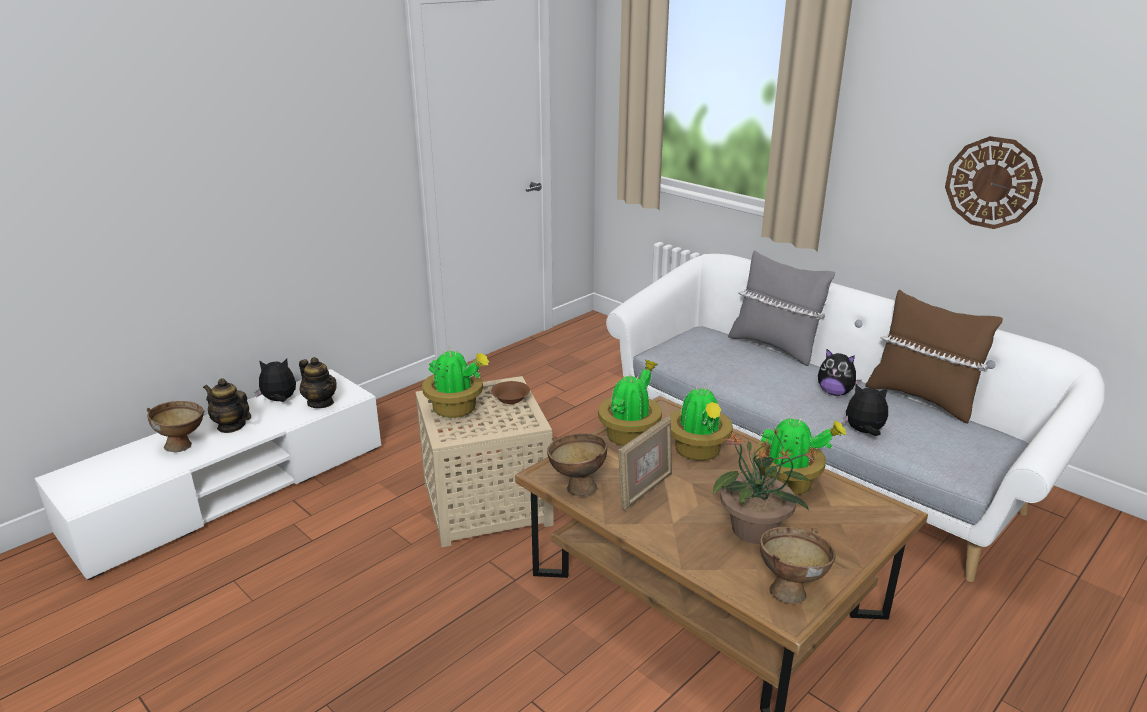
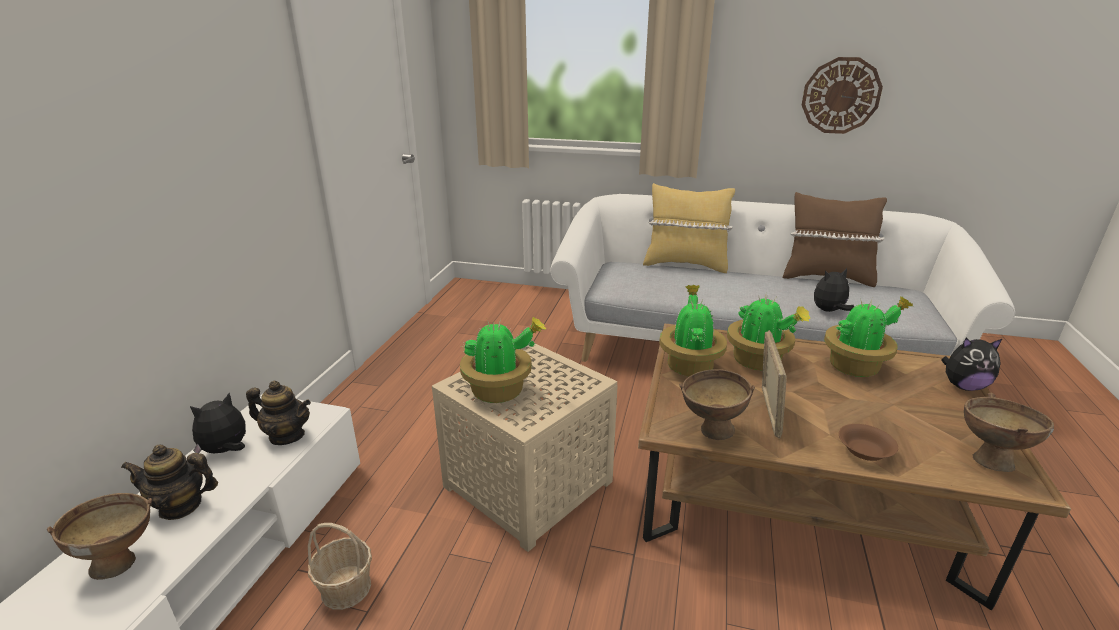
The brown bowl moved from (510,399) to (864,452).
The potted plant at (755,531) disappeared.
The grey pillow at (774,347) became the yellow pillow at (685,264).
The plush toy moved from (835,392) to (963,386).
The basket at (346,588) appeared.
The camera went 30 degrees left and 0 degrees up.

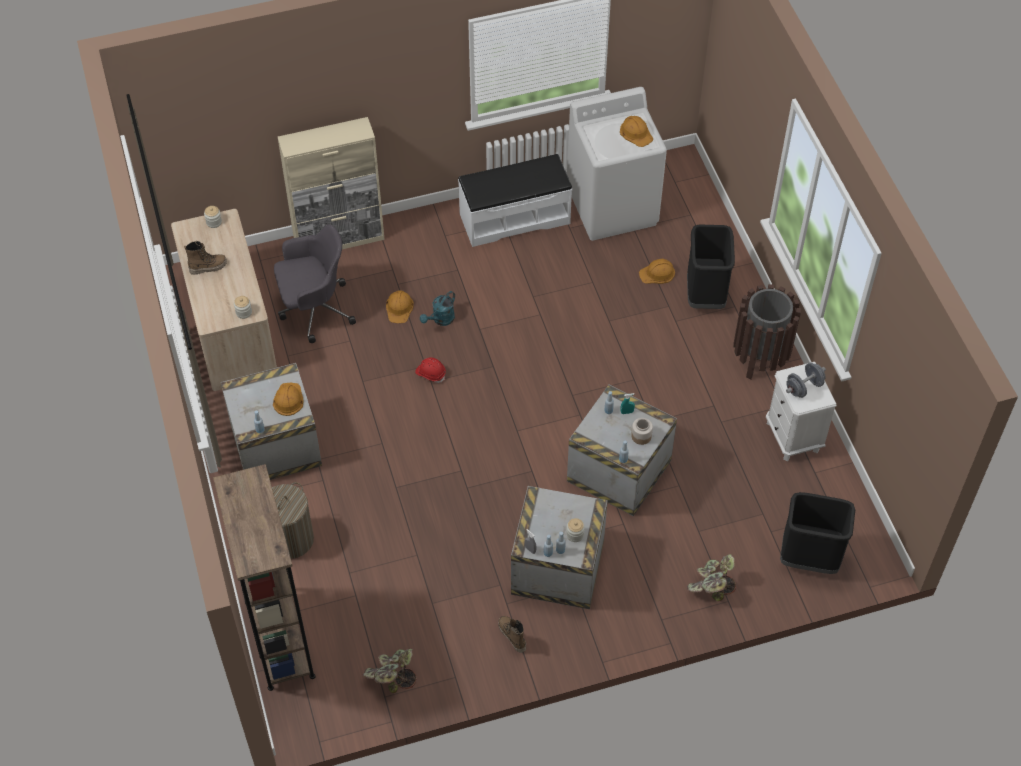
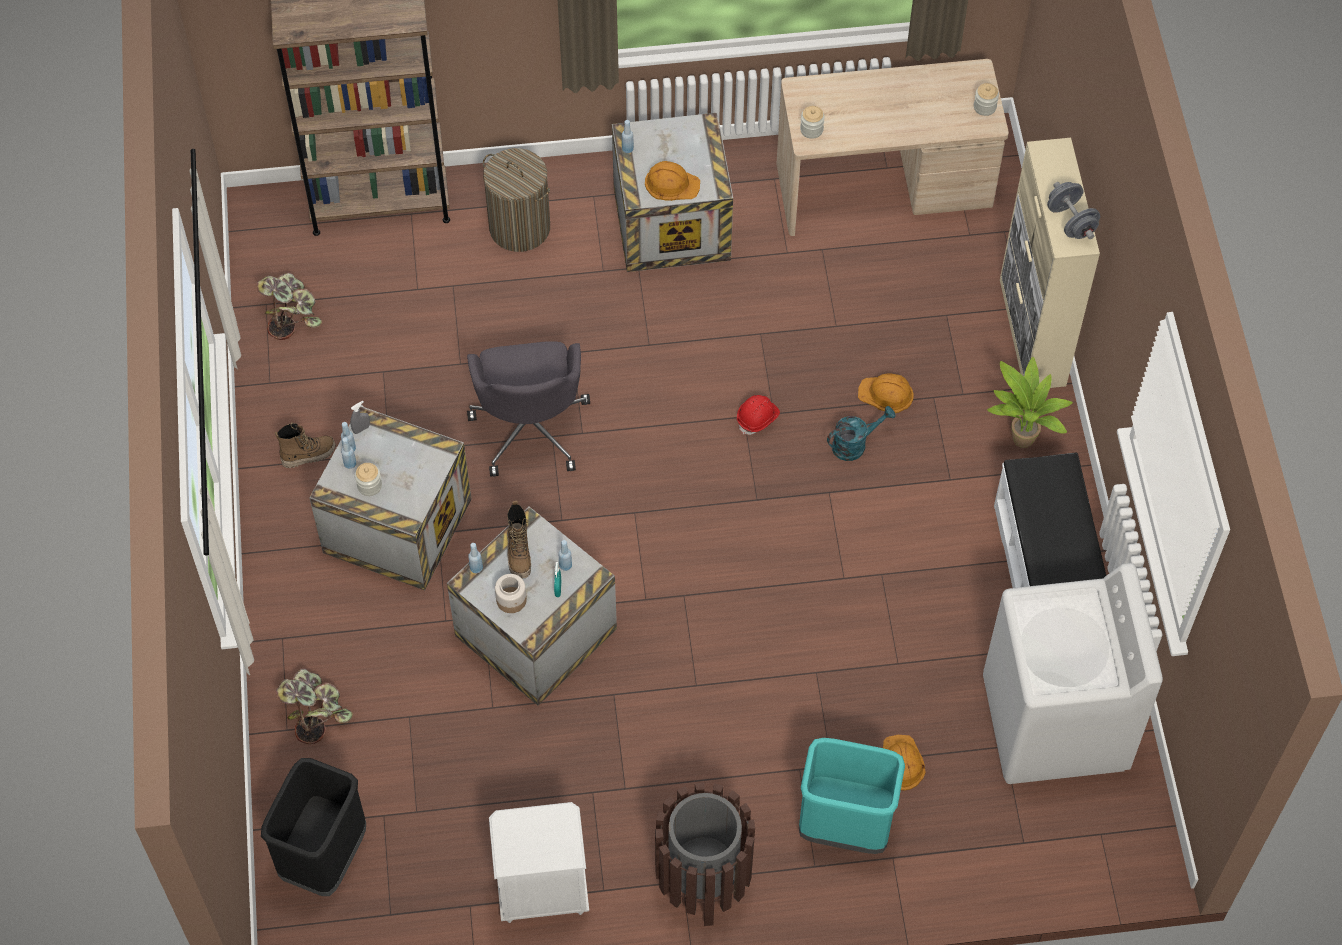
The boot moved from (208,267) to (519,554).
The grey office chair moved from (314,309) to (530,427).
The turquoise watering can at (441,320) turned 105 degrees clockwise.
The orange hard hat at (636,133) disappeared.
The black trash can at (705,295) became the turquoise trash can at (845,825).
The grey dumbbell moved from (804,387) to (1071,221).
The potted plant at (1020,442) appeared.
The camera went 100 degrees right and 5 degrees up.

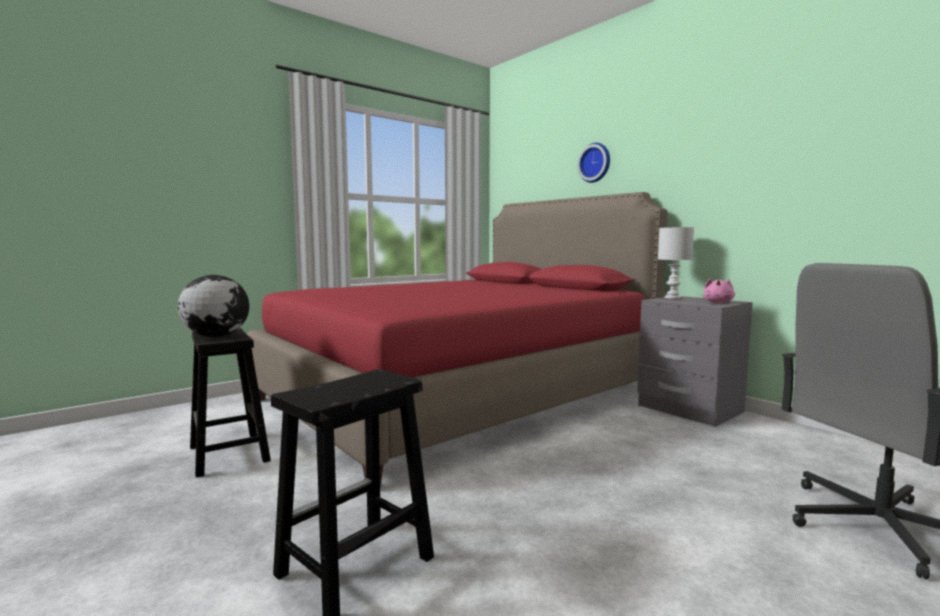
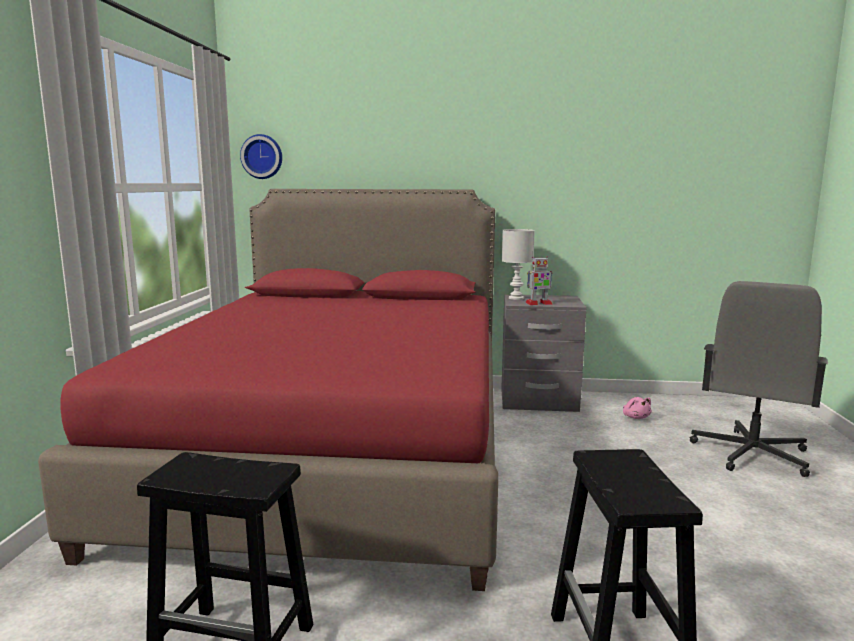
The globe at (216,336) disappeared.
The wall clock moved from (595,163) to (262,157).
The pink plush toy moved from (718,302) to (635,417).
The toy robot at (538,303) appeared.
The camera went 45 degrees left and 5 degrees up.

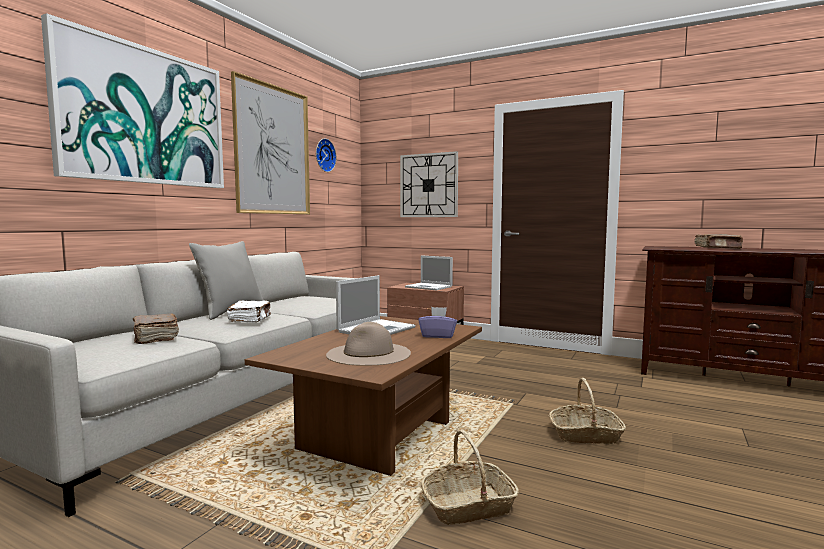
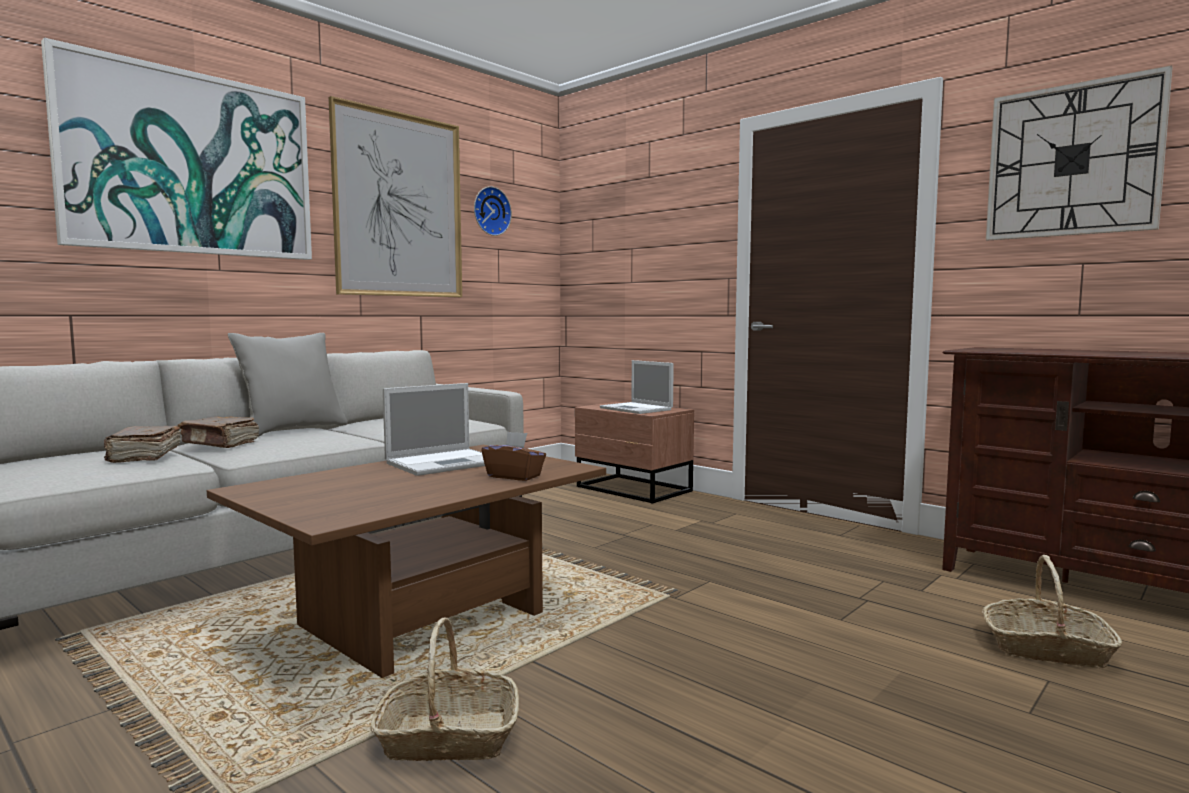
The white book at (250,319) disappeared.
The beige hat at (368,354) disappeared.
The wall clock moved from (428,185) to (1072,160).
The purple tissue box at (438,335) became the brown tissue box at (514,476).
The basket moved from (585,435) to (1046,649).
The brown book moved from (718,248) to (220,443).
The camera went 15 degrees right and 0 degrees up.

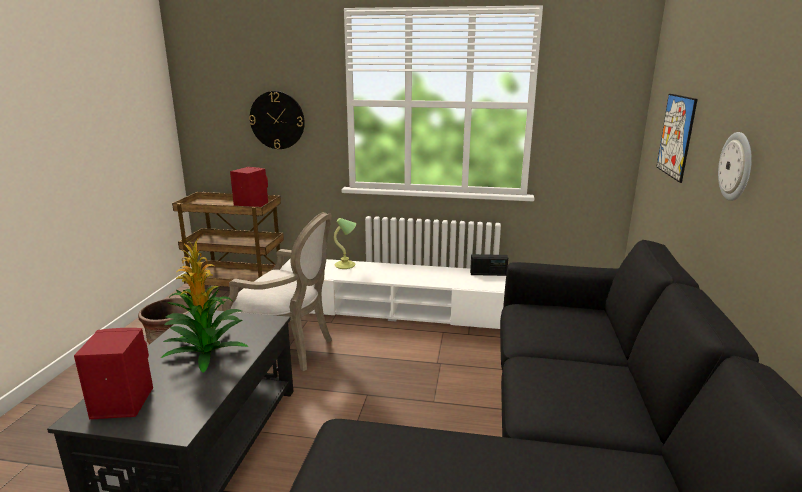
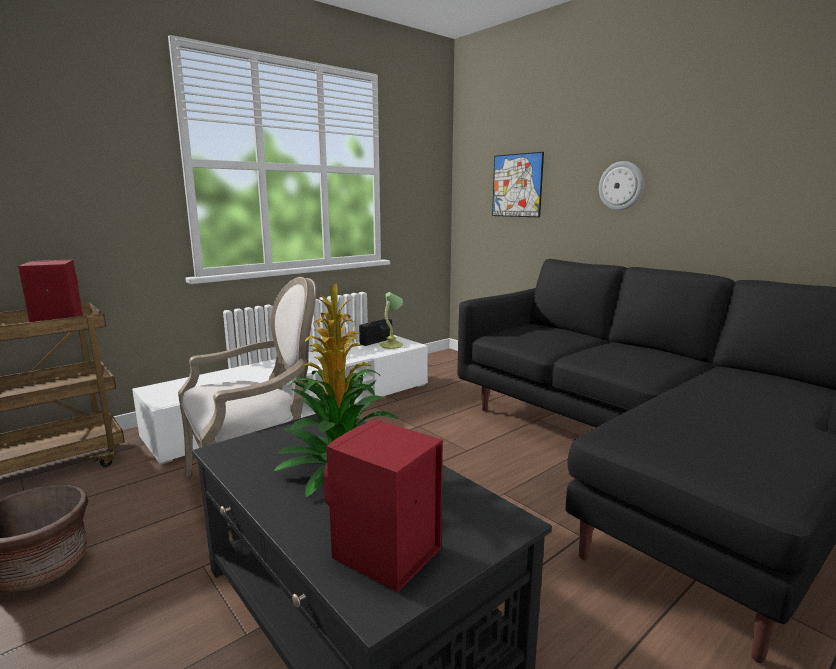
The wall clock at (277,120) disappeared.
The table lamp moved from (346,265) to (392,345).
The camera went 50 degrees left and 5 degrees down.

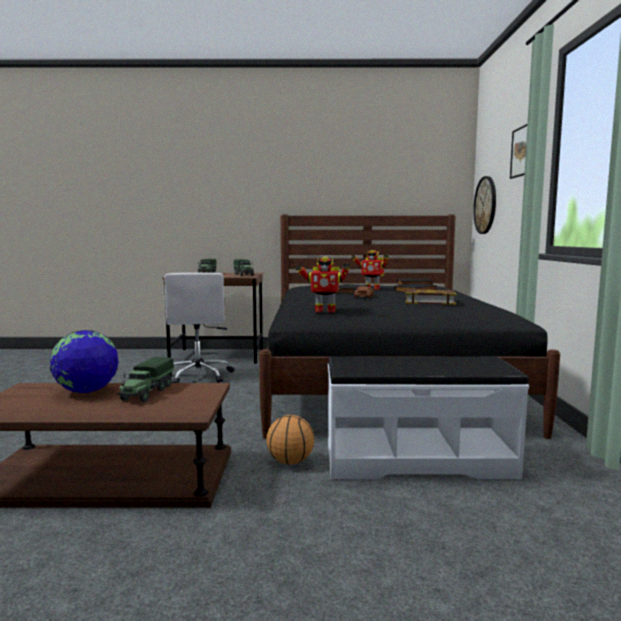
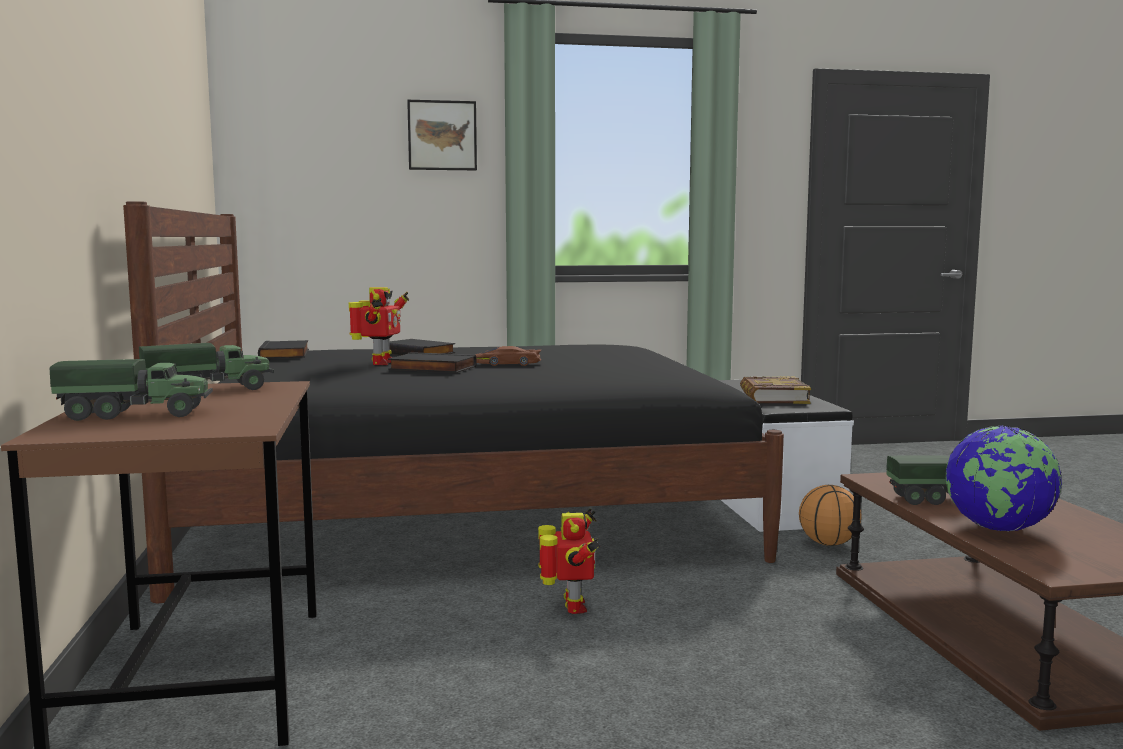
The white office chair at (198,376) disappeared.
The toy robot moved from (324,311) to (572,607).
The book moved from (429,301) to (773,397).
The wall clock at (485,205) disappeared.
The camera went 100 degrees left and 0 degrees up.

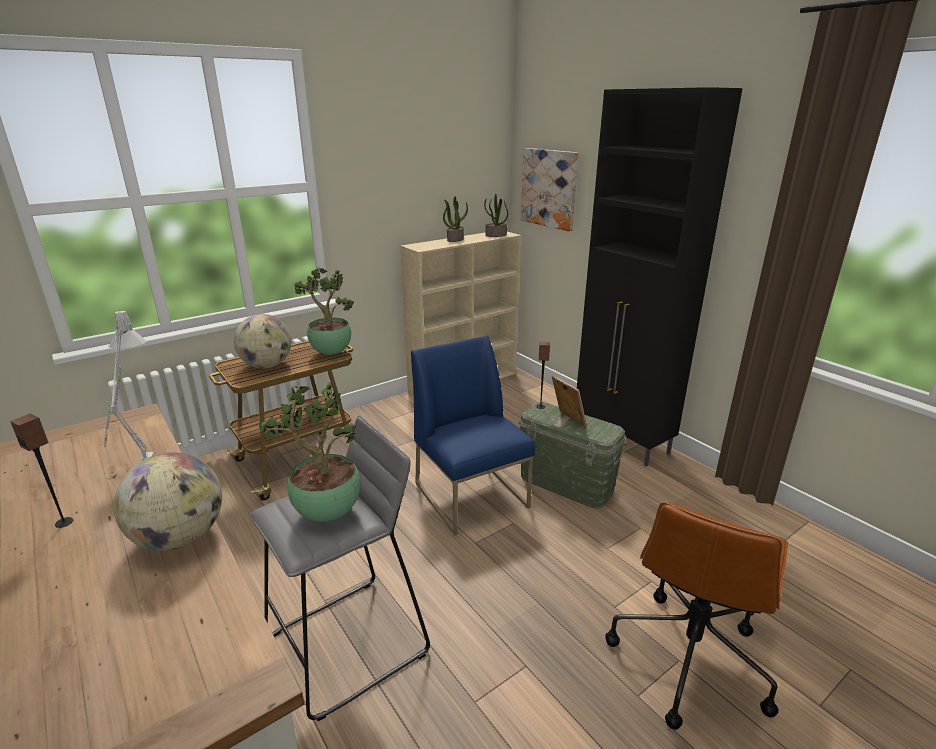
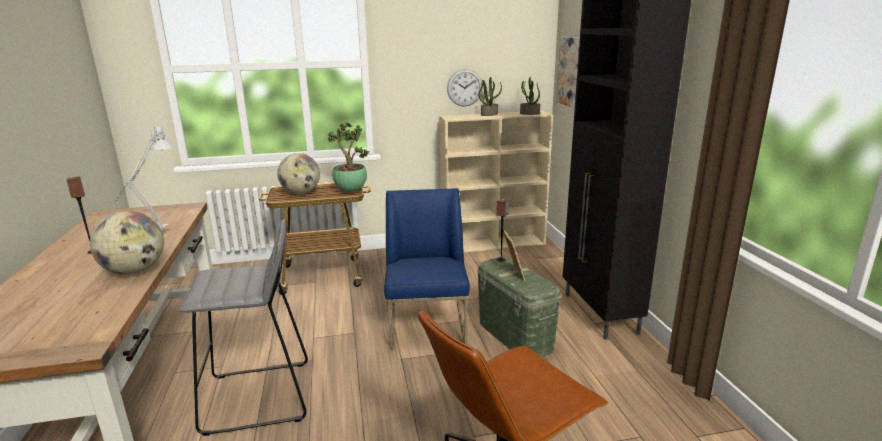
The potted plant at (326,514) disappeared.
The wall clock at (464,87) appeared.
The camera went 25 degrees right and 5 degrees down.

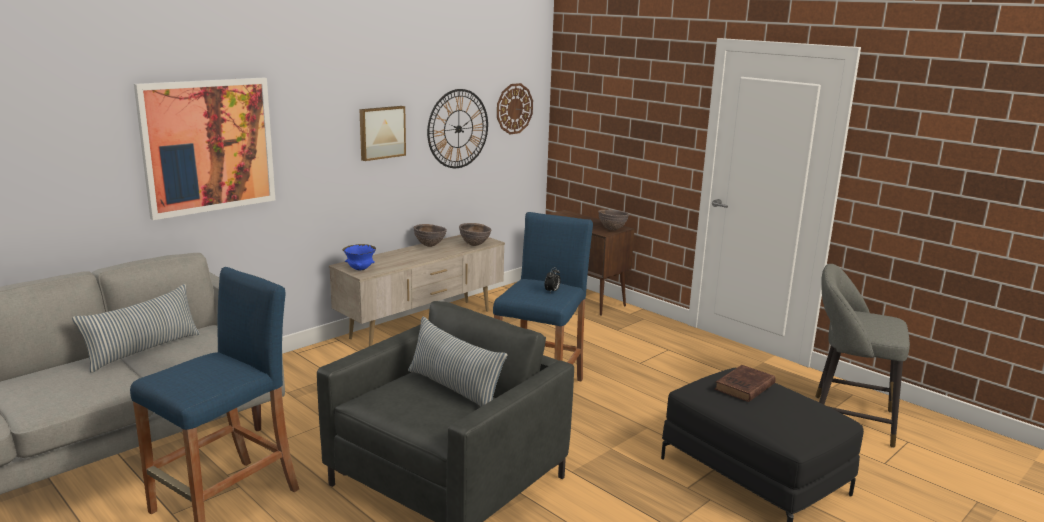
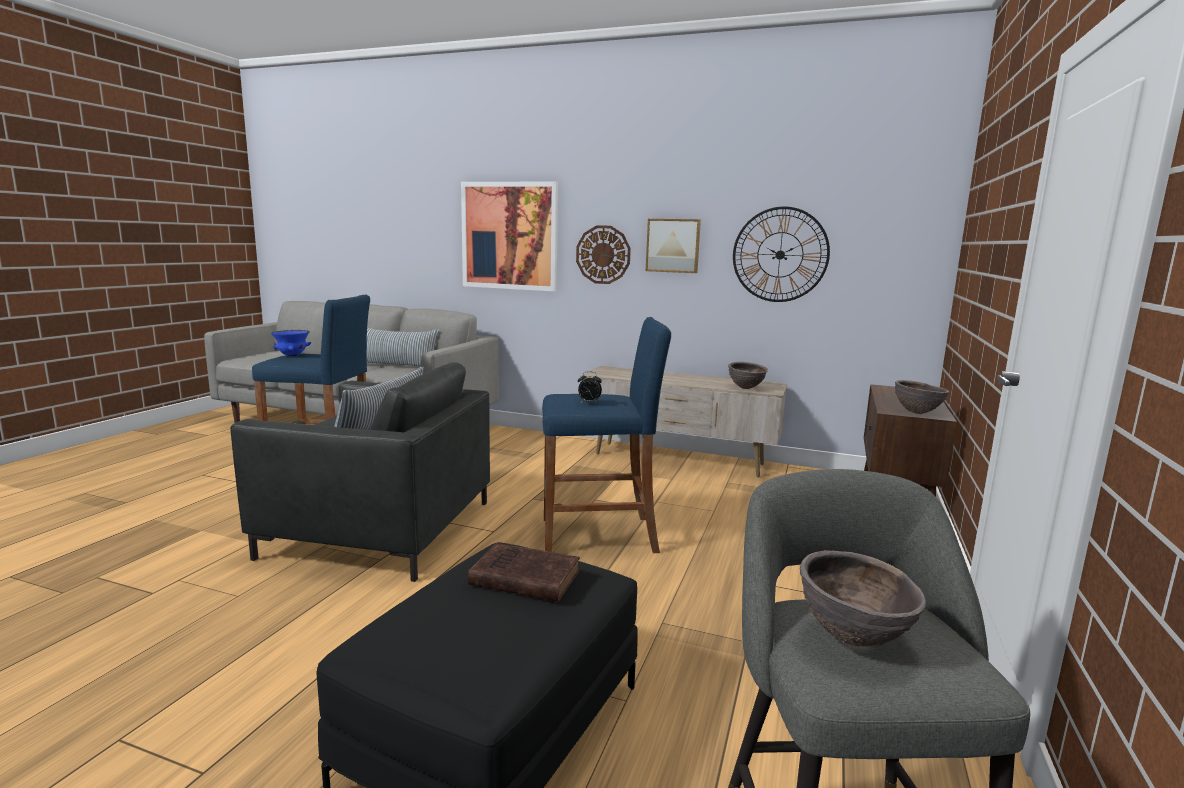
The blue bowl moved from (360,269) to (292,355).
The brown bowl moved from (430,245) to (853,639).
The wall clock moved from (514,108) to (603,254).
The camera went 65 degrees right and 5 degrees down.

